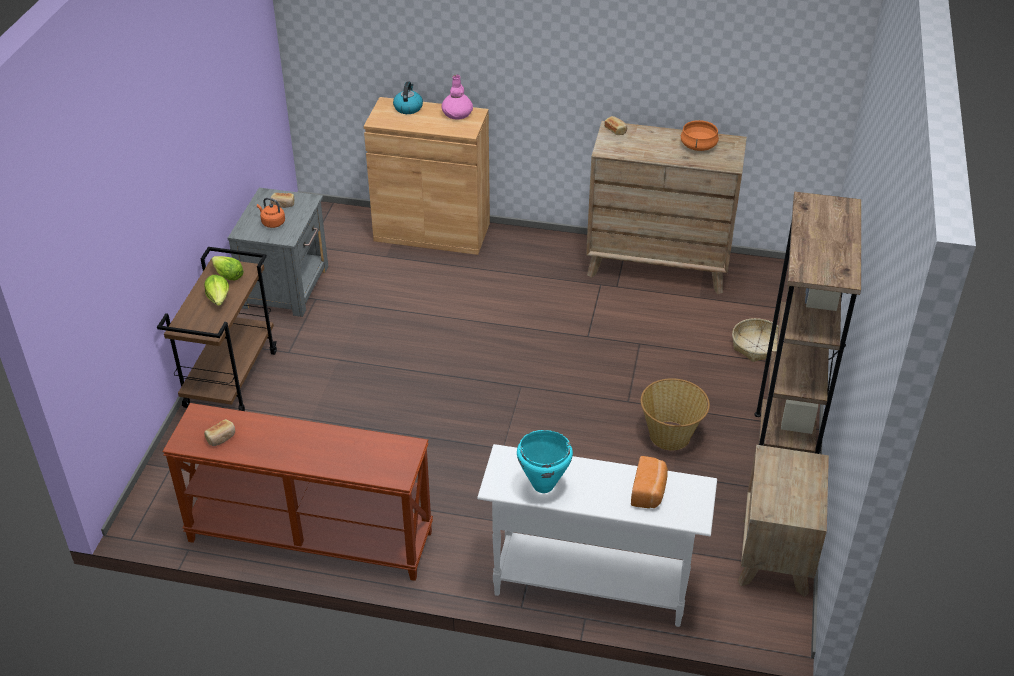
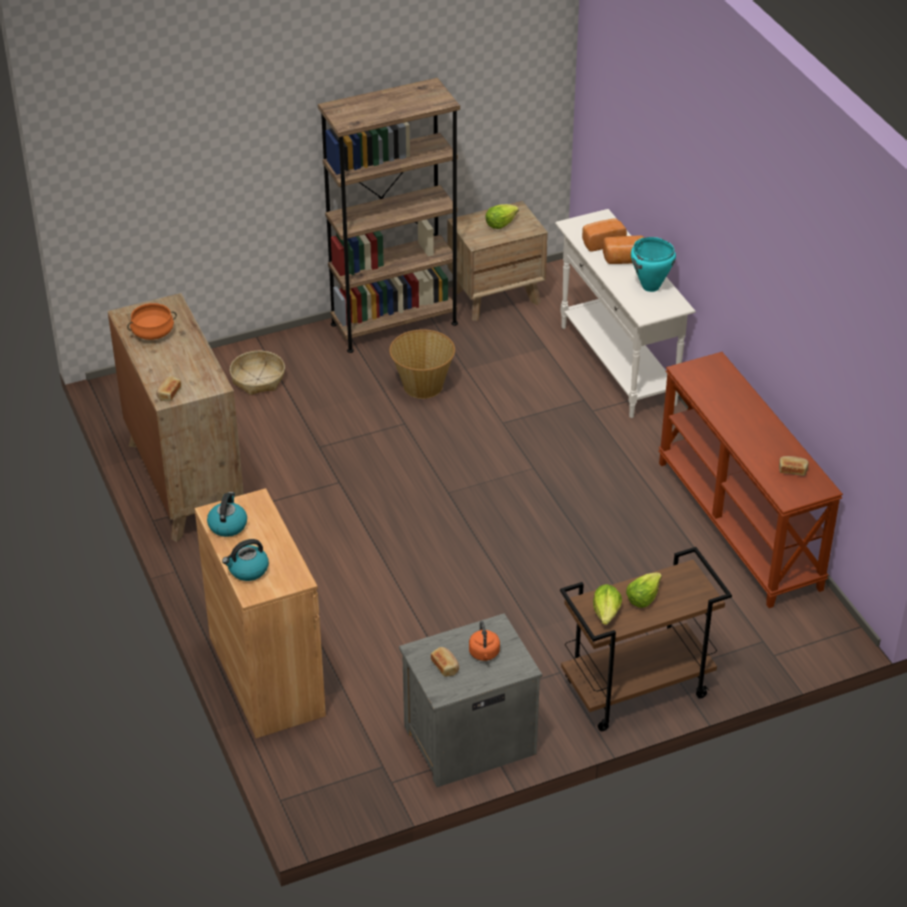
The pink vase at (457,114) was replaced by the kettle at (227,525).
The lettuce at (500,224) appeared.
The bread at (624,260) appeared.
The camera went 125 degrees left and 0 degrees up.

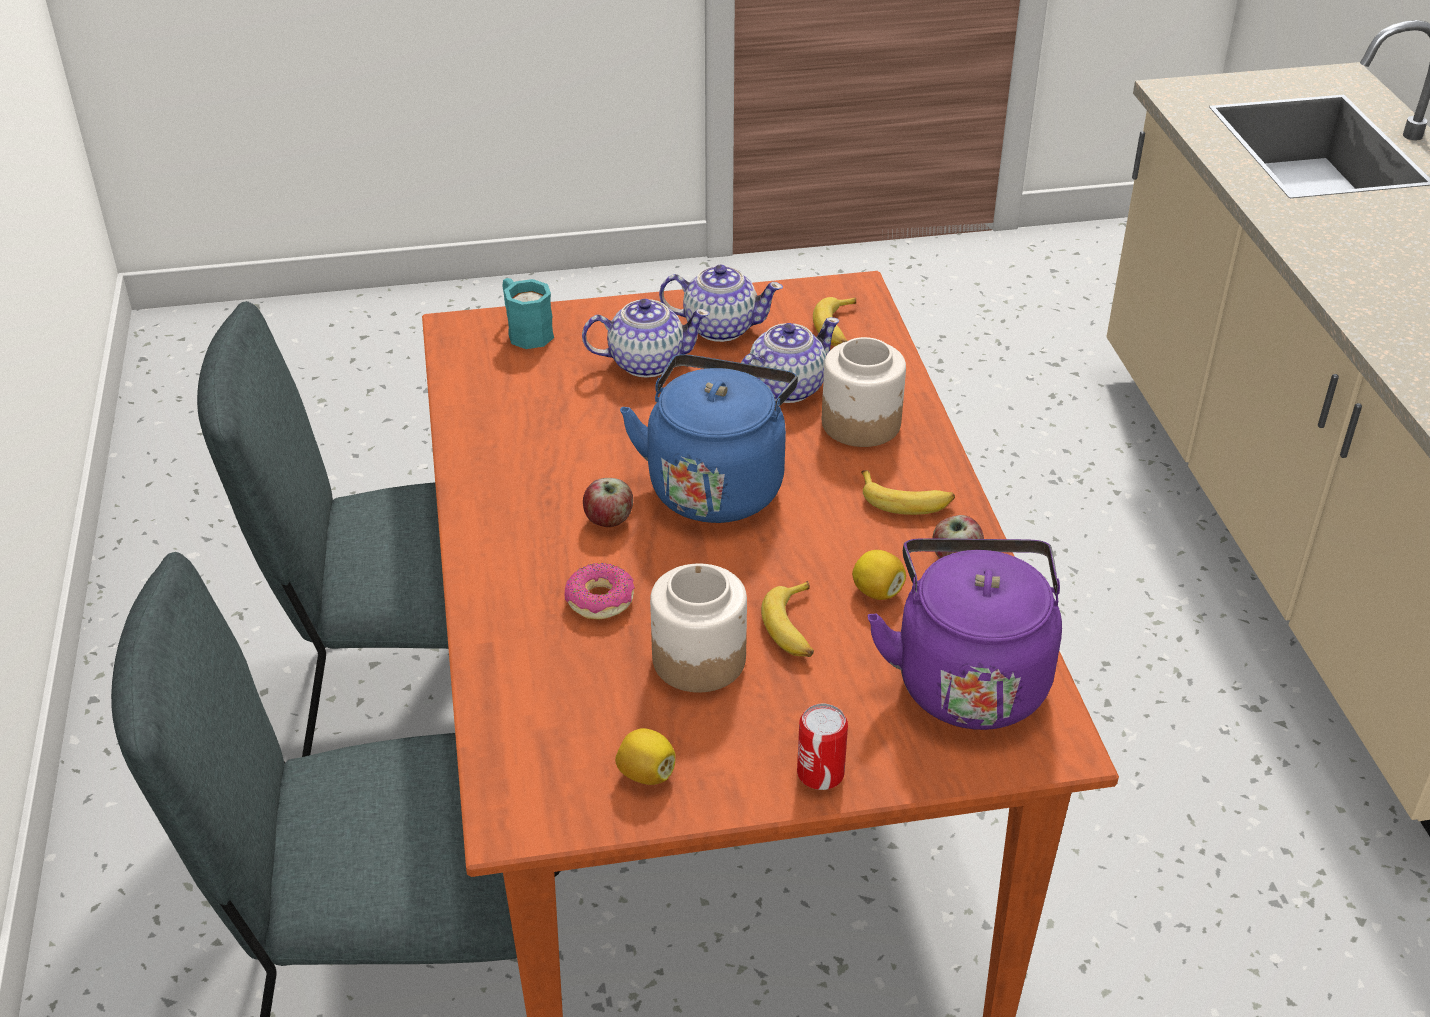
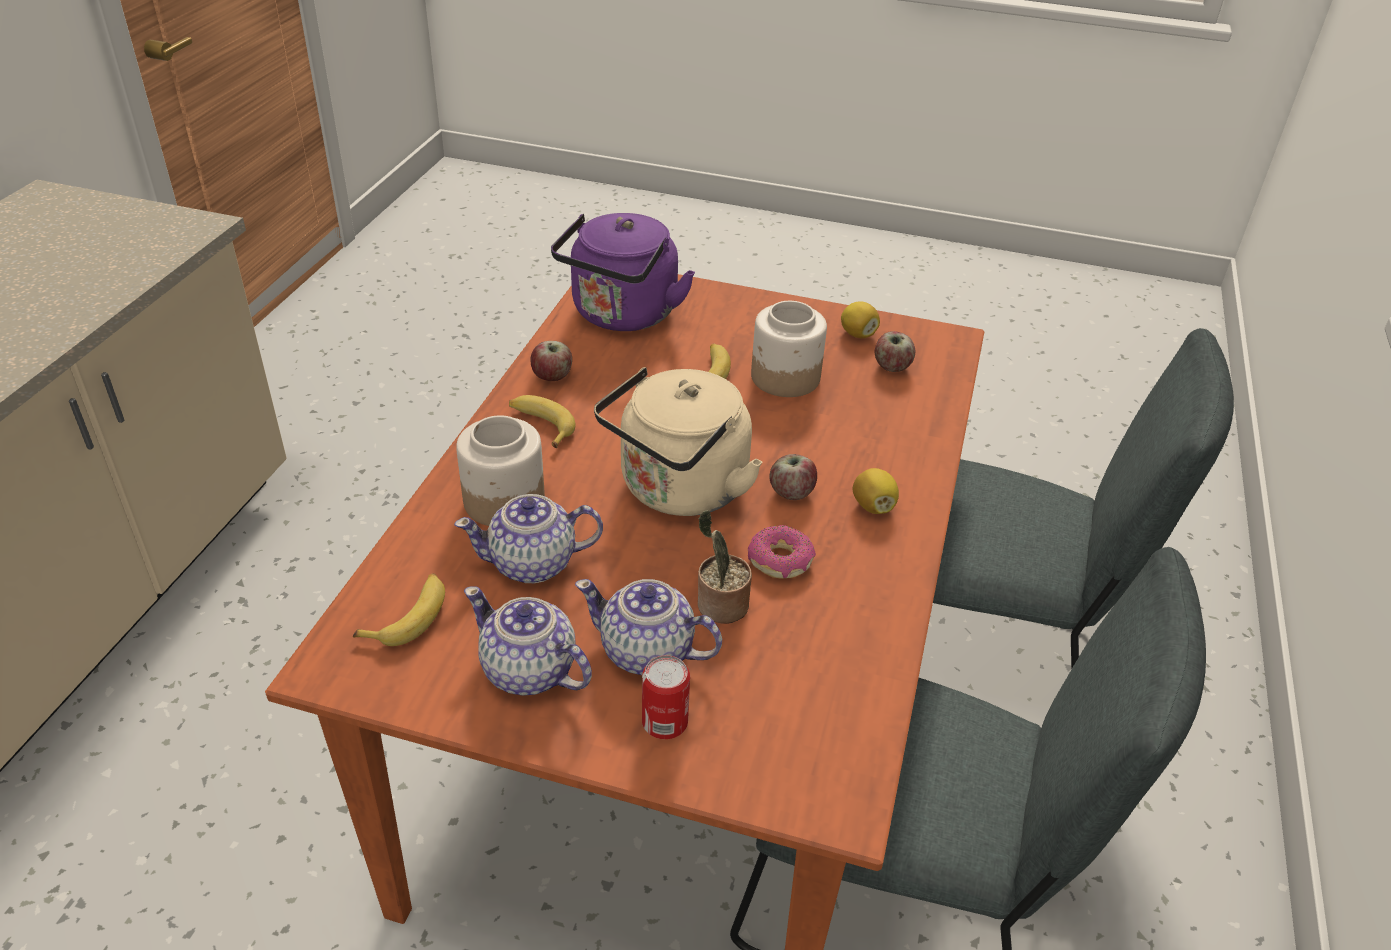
The turquoise mug at (525,331) disappeared.
The donut moved from (600,600) to (780,561).
The blue kettle at (717,484) became the beige kettle at (679,491).
The can moved from (820,773) to (664,722).
The lemon moved from (877,592) to (873,506).
The potted plant at (719,606) appeared.
The apple at (891,367) appeared.
The camera went 155 degrees left and 0 degrees up.

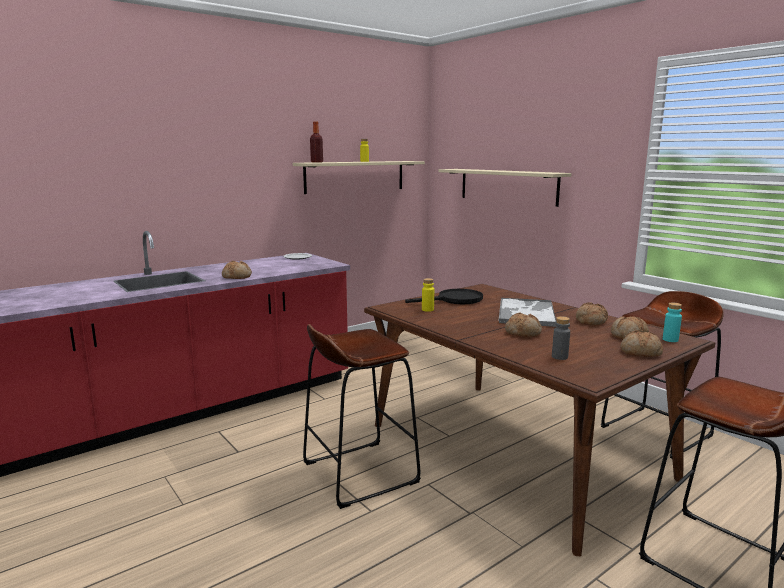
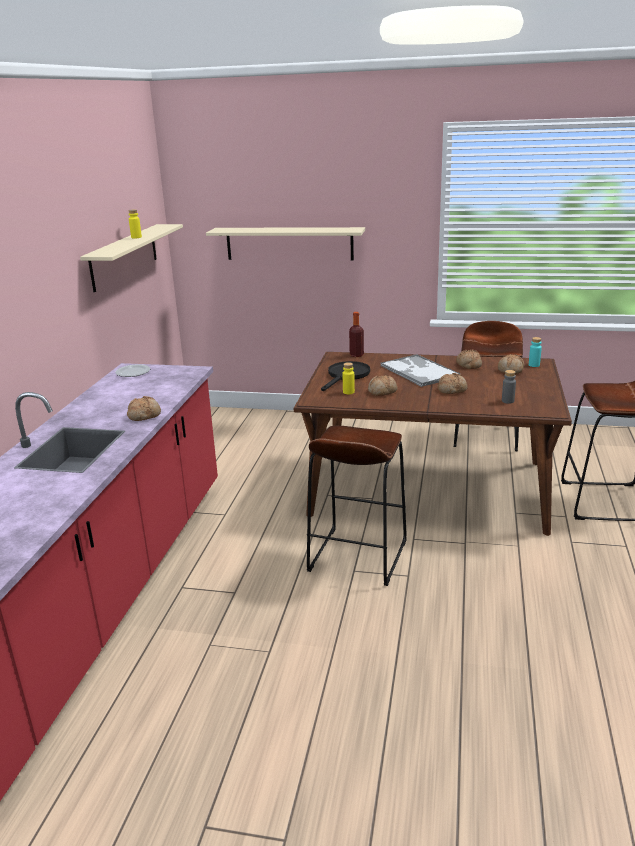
The bottle moved from (317,162) to (356,355).
The bread moved from (640,352) to (382,392).
The camera went 40 degrees left and 10 degrees up.

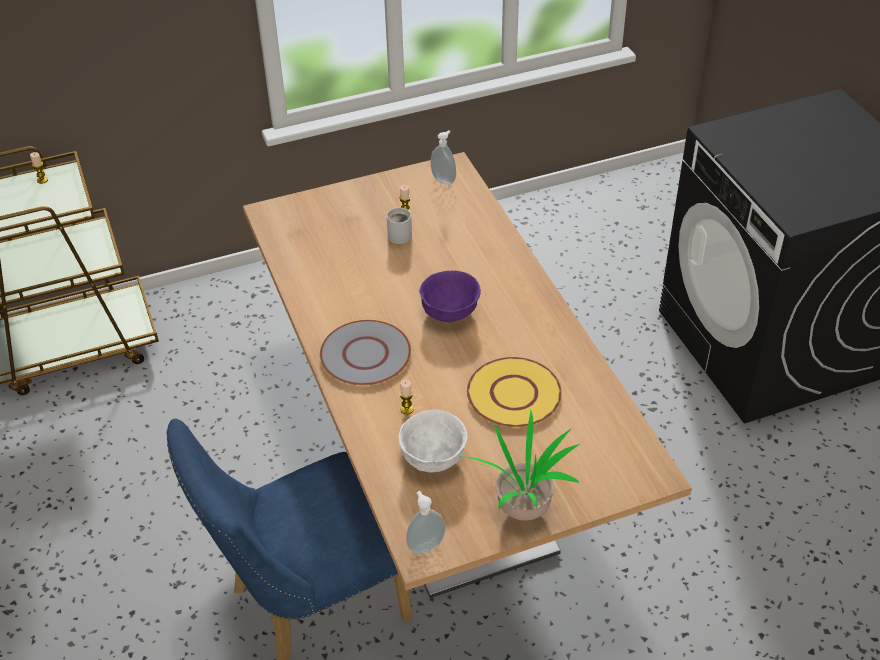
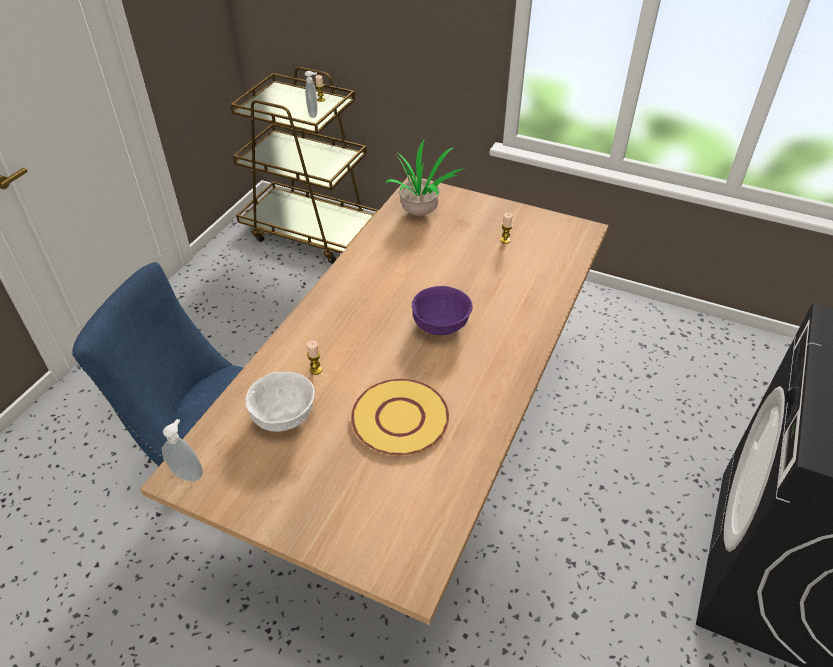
The grey plate at (365,355) disappeared.
The white mug at (400,234) disappeared.
The soap dispenser moved from (444,180) to (314,114).
The potted plant moved from (523,506) to (421,211).
The camera went 45 degrees right and 0 degrees up.

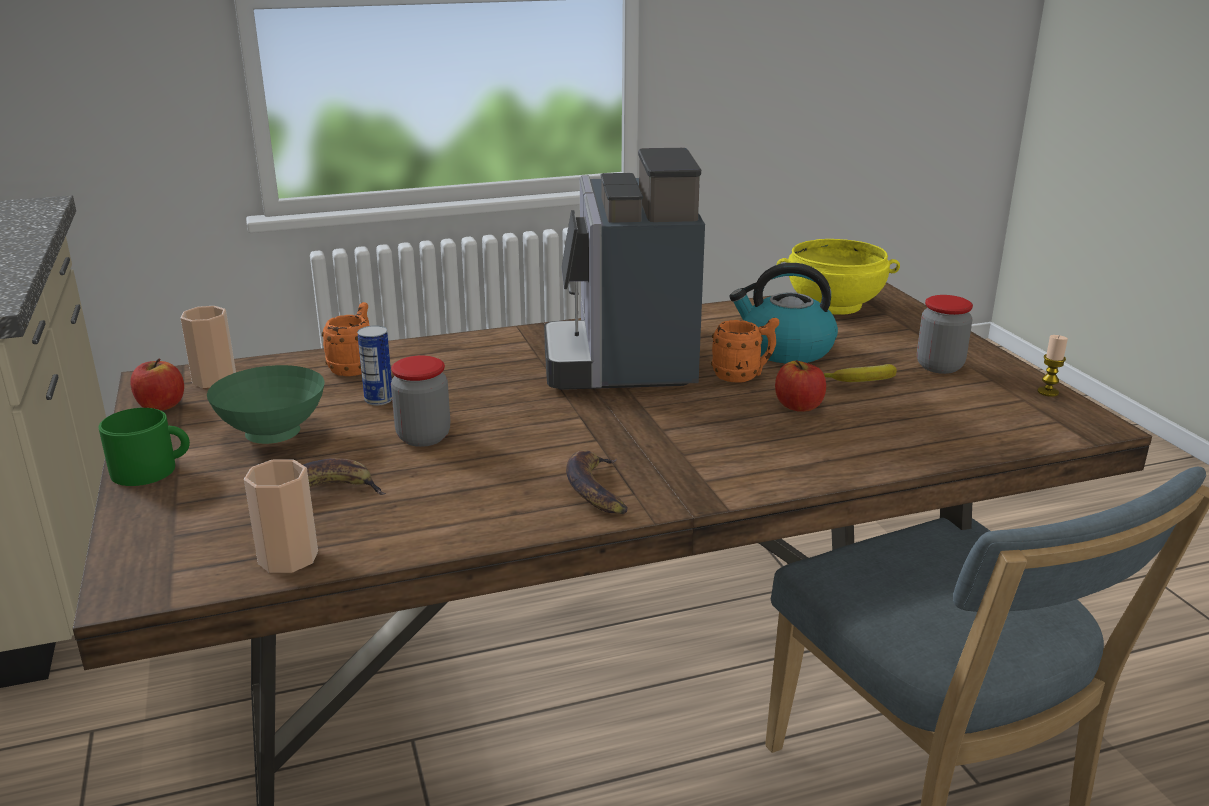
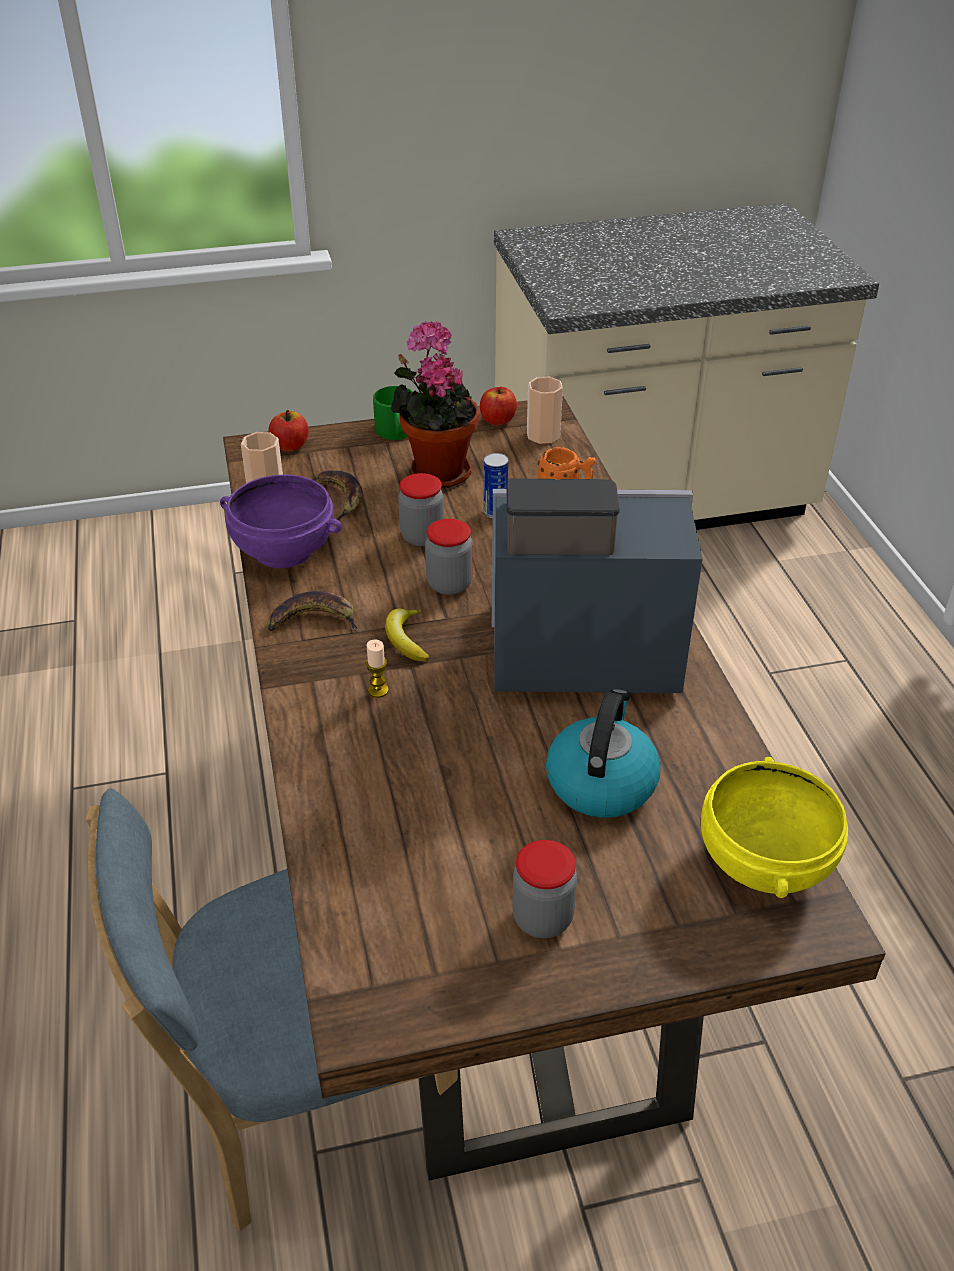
The green bowl at (272,436) was replaced by the potted plant at (436,470).
The orange mug at (743,376) disappeared.
The apple moved from (799,406) to (290,446).
The banana moved from (863,382) to (406,639).
The candle moved from (1048,392) to (378,690).
The purple bowl at (283,551) appeared.
The jar at (449,584) appeared.
The camera went 95 degrees right and 15 degrees up.

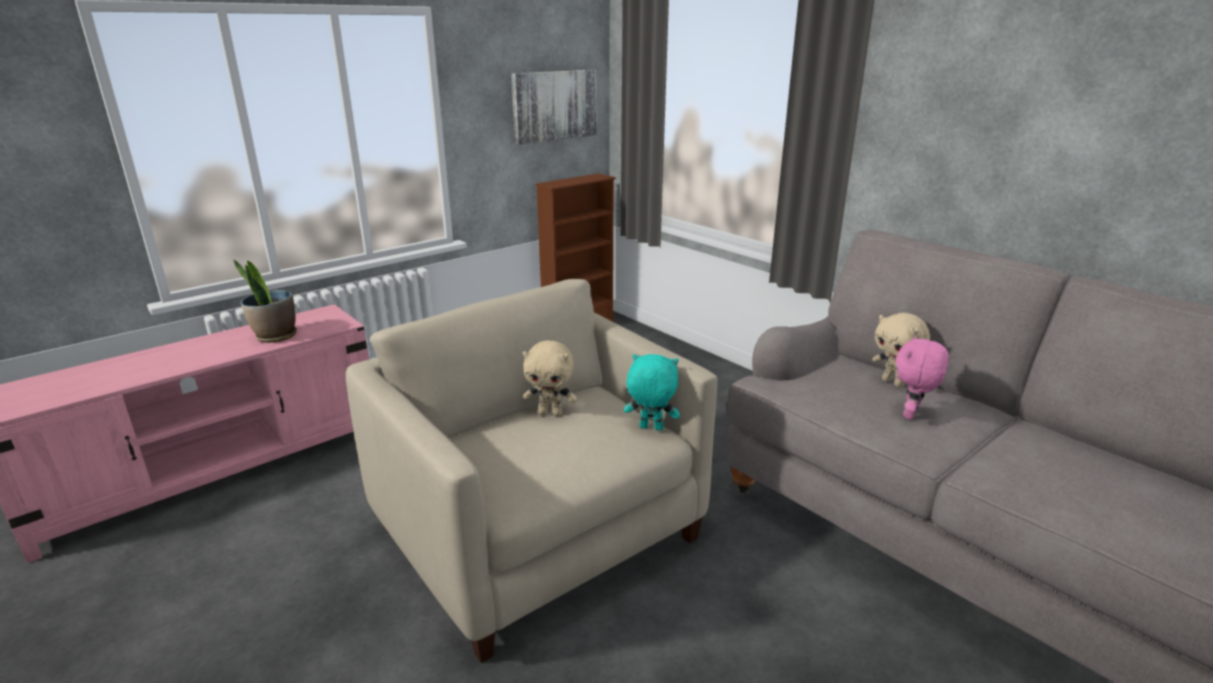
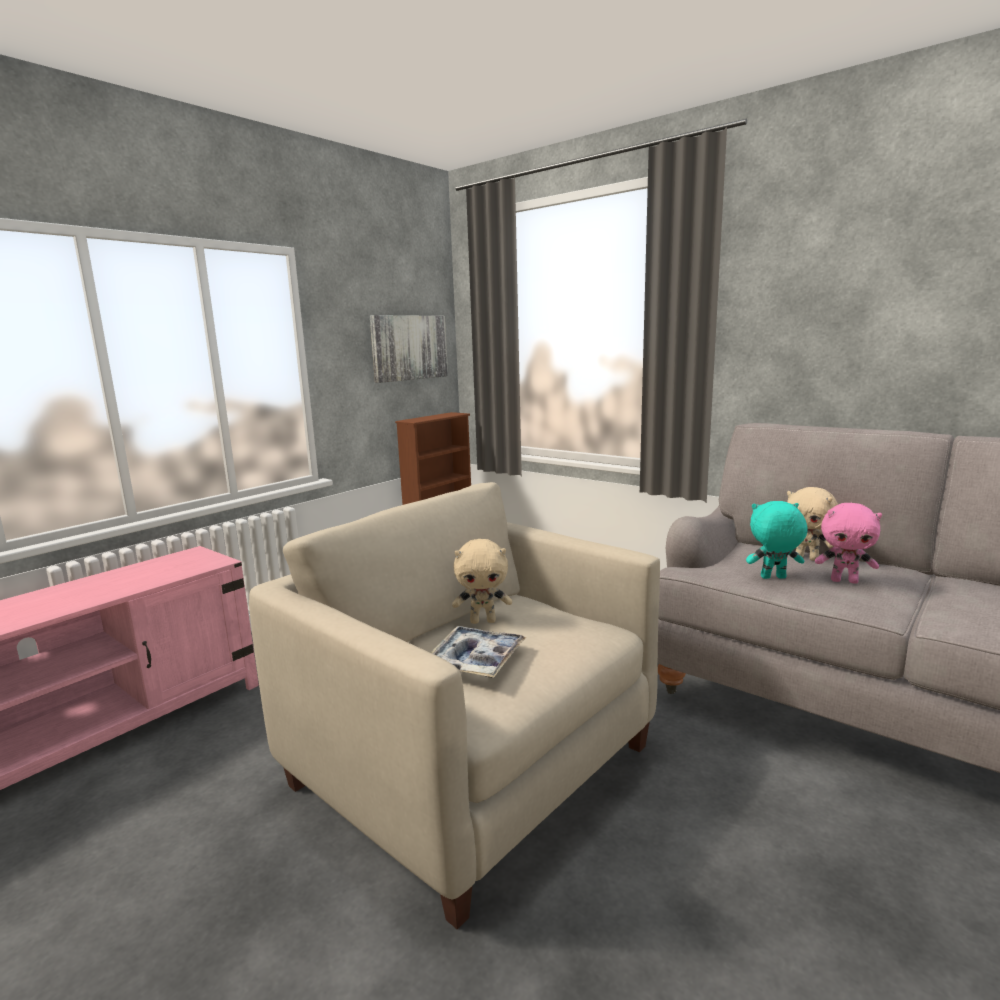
The potted plant at (275,336) disappeared.
The turquoise plush toy moved from (650,428) to (773,578).
The pink plush toy at (911,414) turned 90 degrees counterclockwise.
The tray at (475,661) appeared.
The camera went 10 degrees left and 10 degrees down.

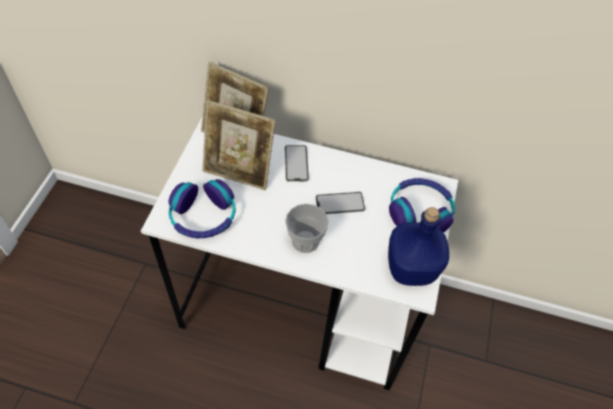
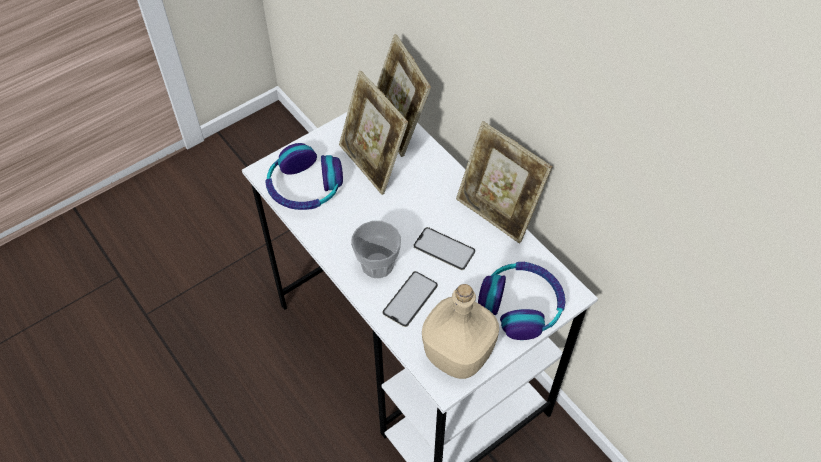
The phone moved from (296,163) to (410,299).
The blue bottle at (412,269) became the beige bottle at (459,355).
The picture frame at (497,212) appeared.
The camera went 40 degrees right and 0 degrees up.

